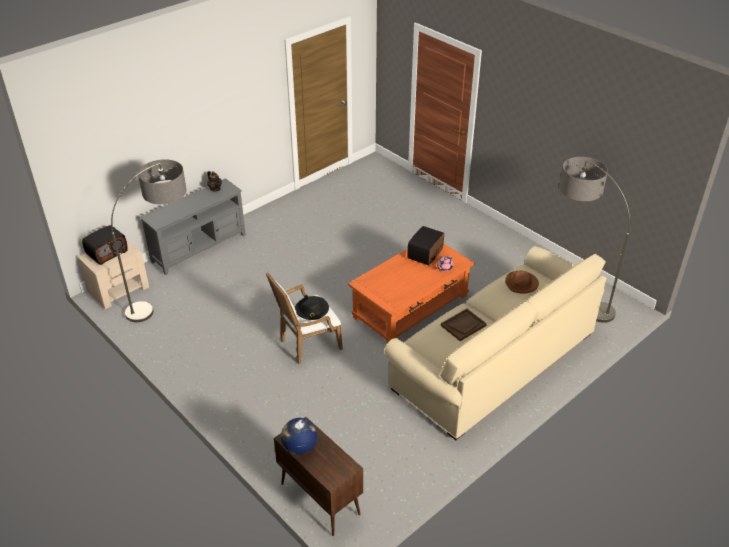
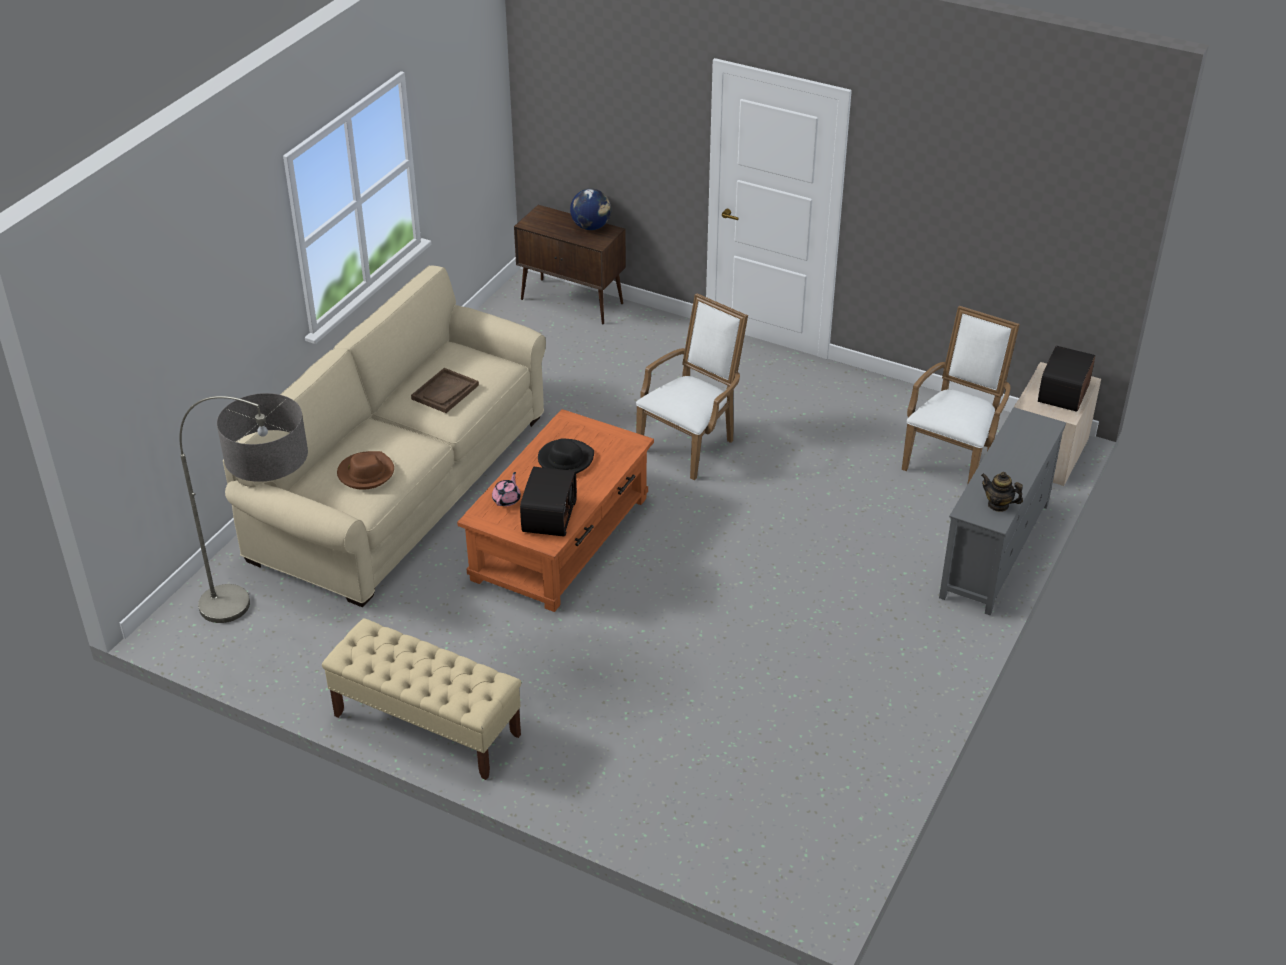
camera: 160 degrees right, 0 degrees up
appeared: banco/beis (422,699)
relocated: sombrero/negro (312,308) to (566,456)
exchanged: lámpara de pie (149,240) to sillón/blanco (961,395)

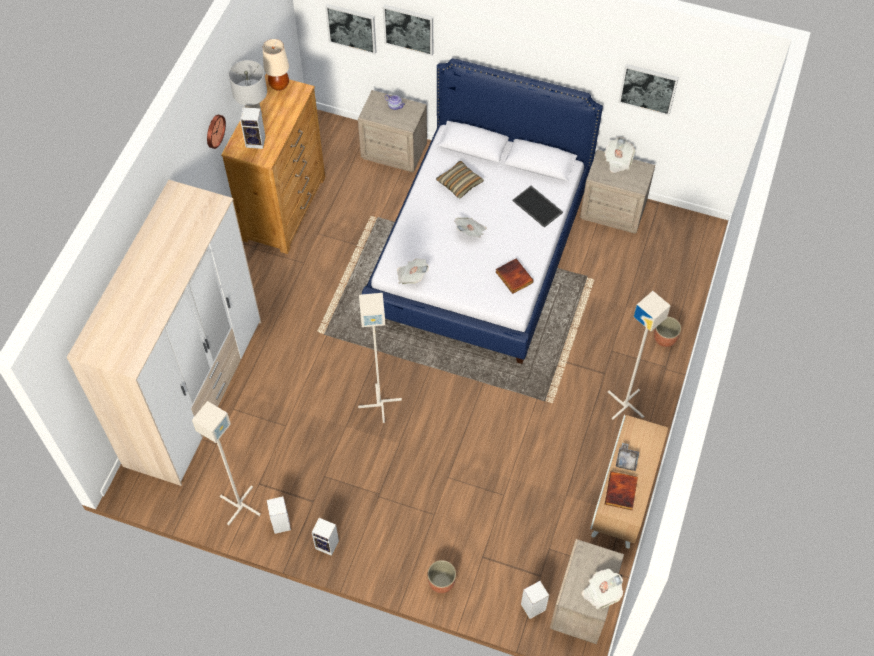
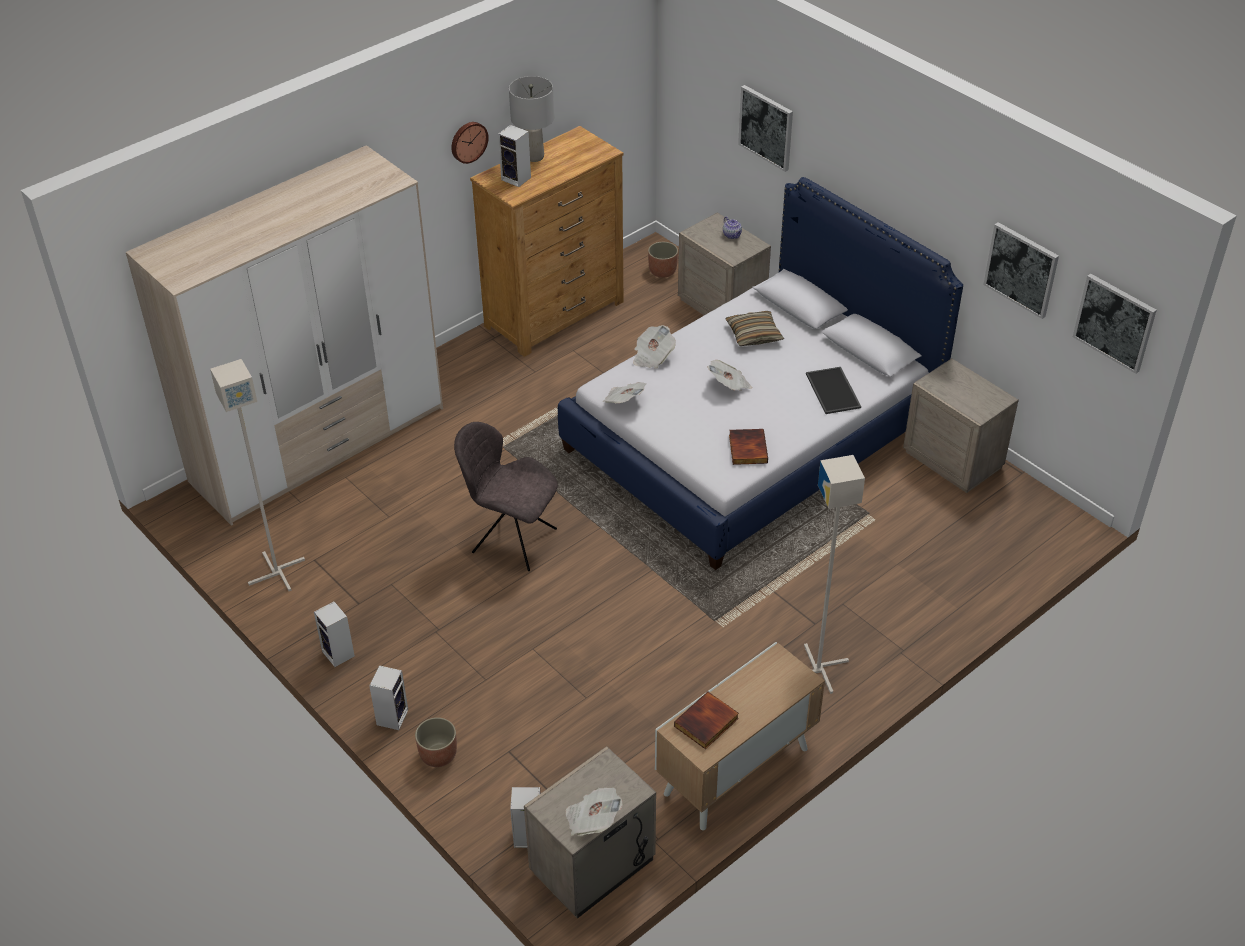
camera: 30 degrees right, 15 degrees down
missing: lámpara de mesa/beis (276,65); bandeja/gris (627,457)
relocated: altavoz (279,515) to (388,697); cuadro (350,29) to (1115,324); periódico (619,155) to (654,347); maceta (667,332) to (663,260)
exchanged: lámpara de pie/gris (380,358) to silla/gris (506,496)

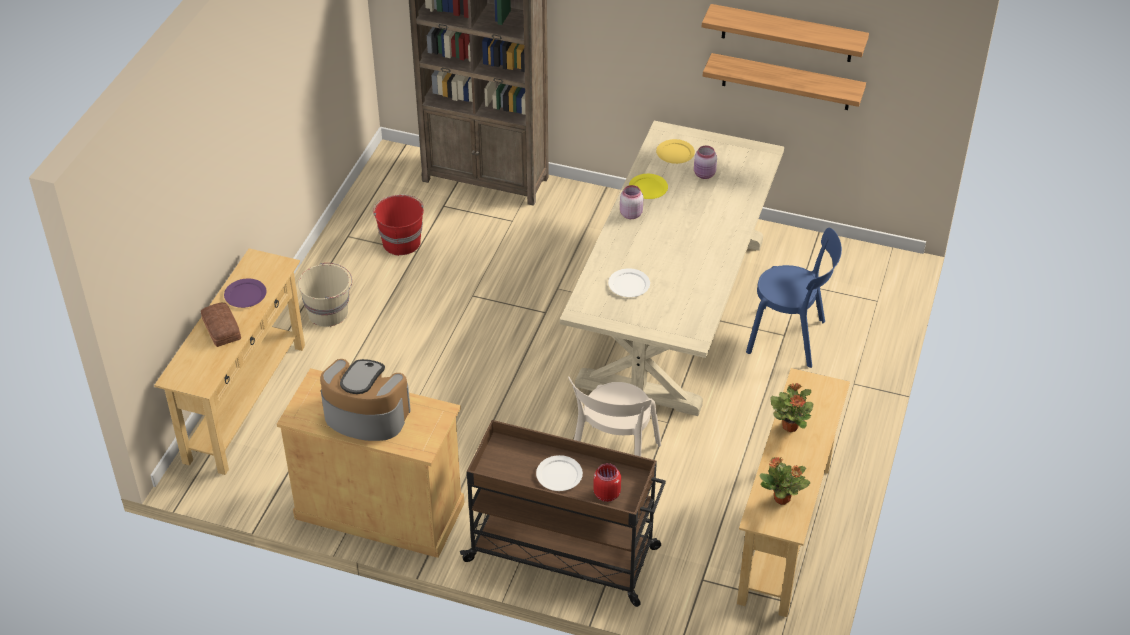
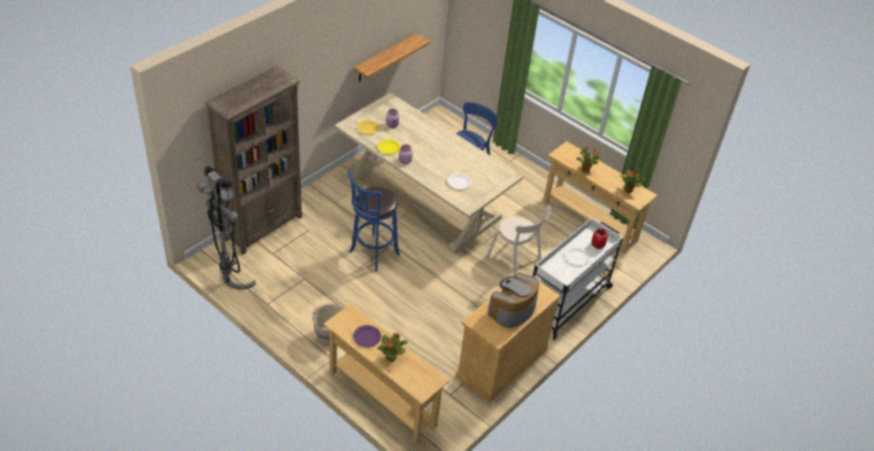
camera: 70 degrees left, 0 degrees up
missing: cubo/rojo (398,225); estante (785,33)
appeared: lámpara de pie/gris (226,227); taburete/azul (374,221)
exchanged: pan (221,325) to planta en maceta (392,347)
colour: carrito/marrón (563,513) to carrito/blanco (578,279)

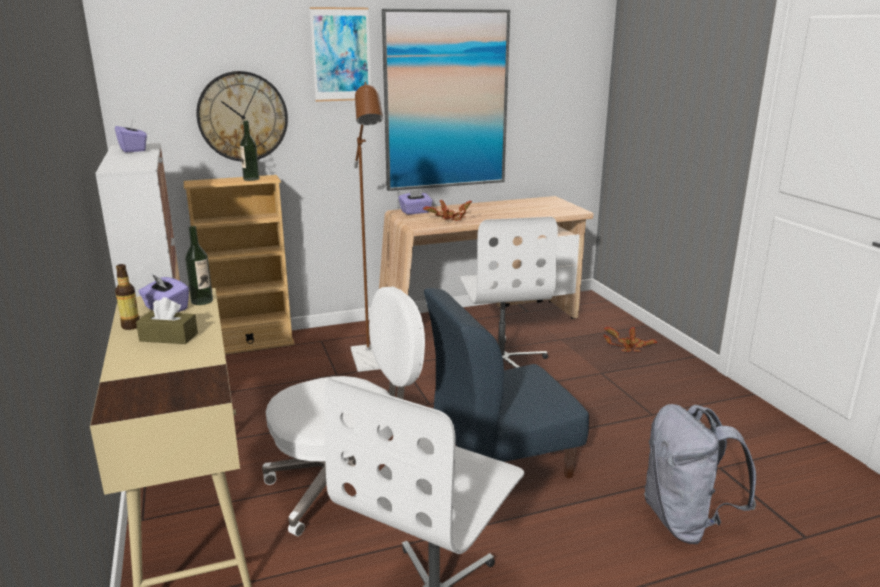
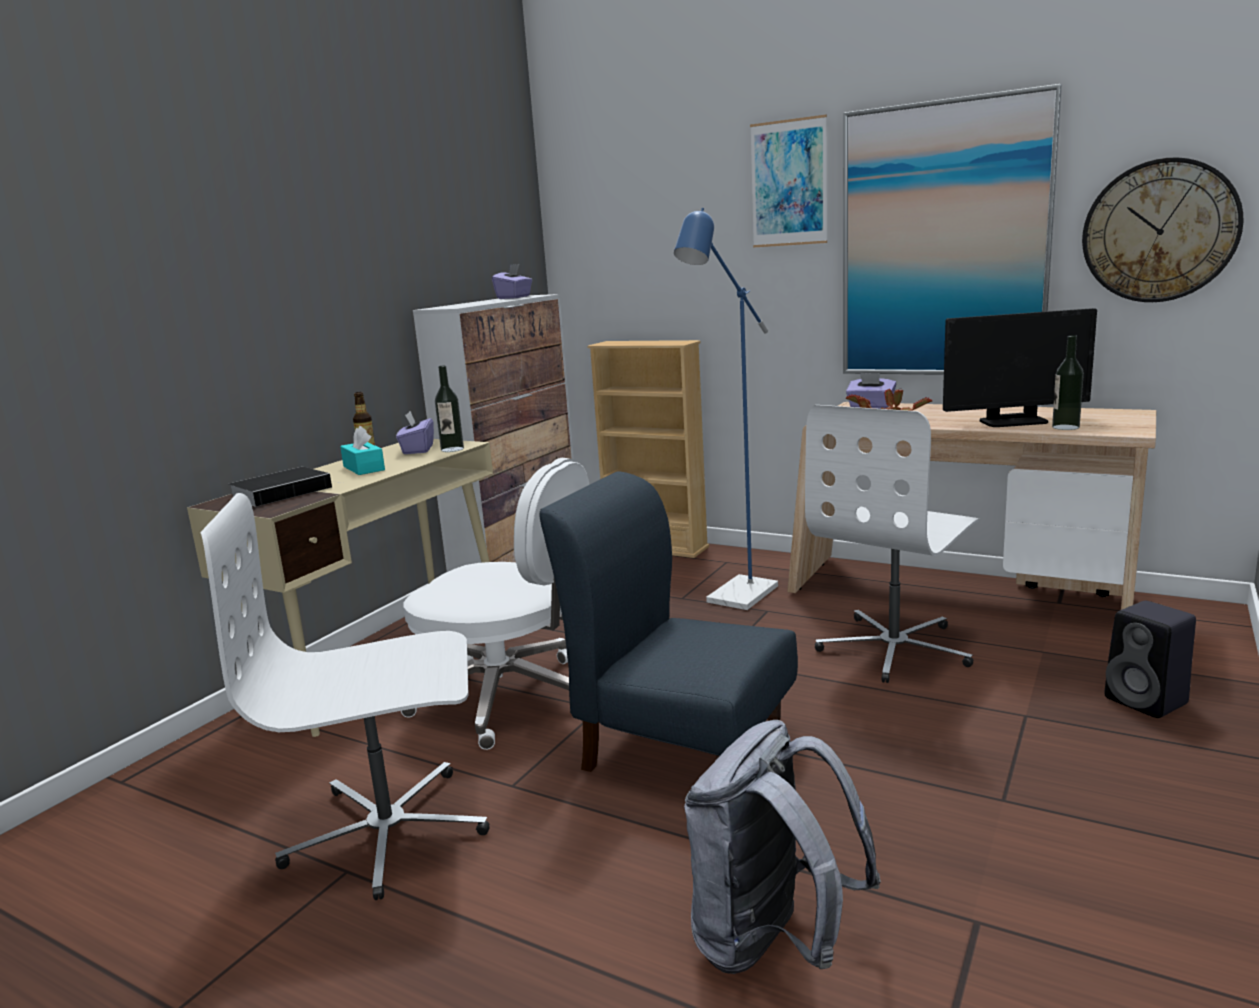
camera: 50 degrees right, 5 degrees down
appeared: libro (285,487); monitor (1020,367)
relocated: reloj de pared (242,116) to (1162,229); botella (249,151) to (1068,382)
exchanged: planta en maceta (630,339) to altavoz/negro (1150,659)
colour: caja de pañuelos/marrón (167,320) to caja de pañuelos/turquesa (362,450); lámpara de pie/marrón (367,227) to lámpara de pie/azul (726,409)

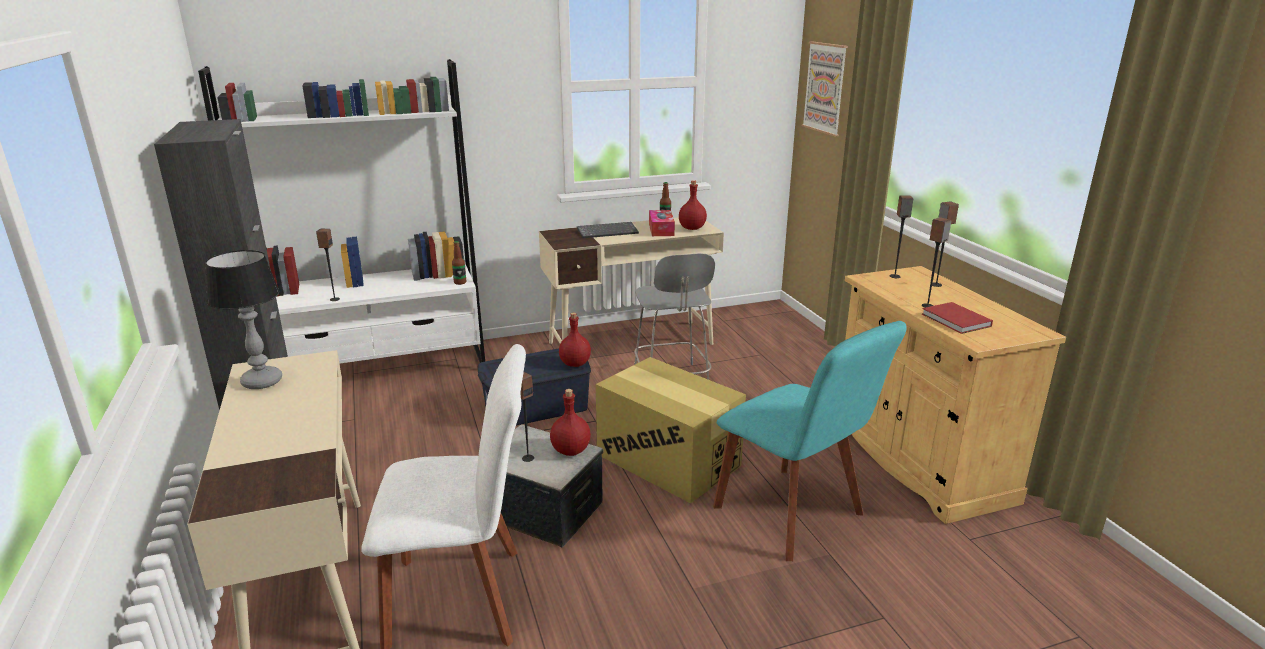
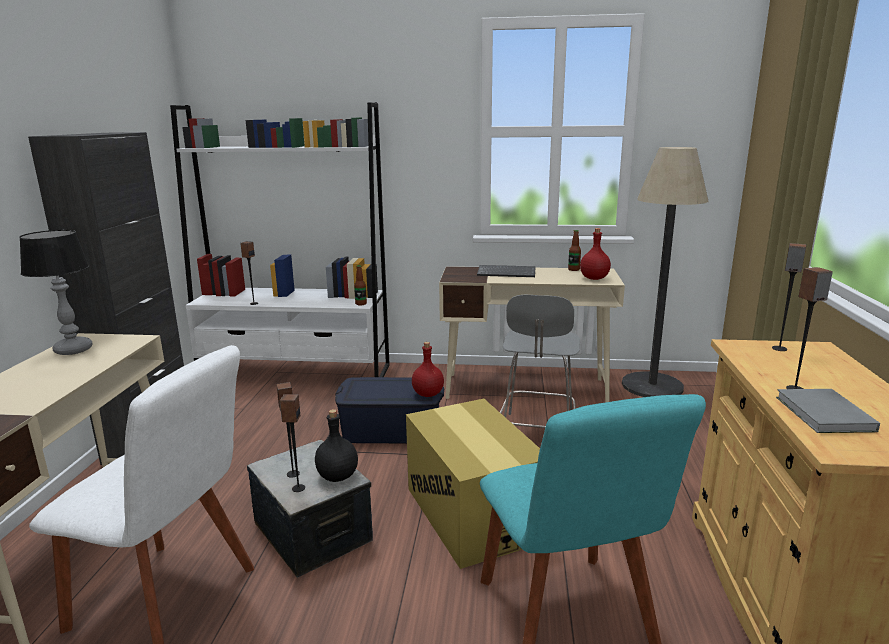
camera: 25 degrees right, 5 degrees down
missing: caja de pañuelos (662,223); cuadro (825,88)
appeared: lámpara de pie (665,272)
relocated: altavoz (945,244) to (292,443)
colour: botella/rojo (570,422) to botella/negro (336,445); libro/rojo (957,318) to libro/gris (828,411)

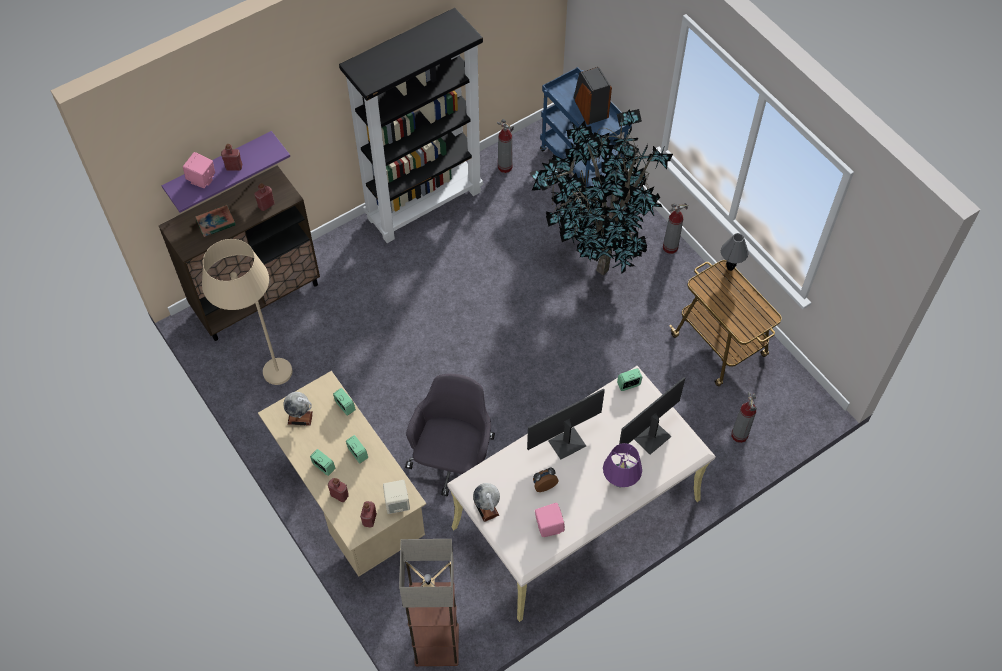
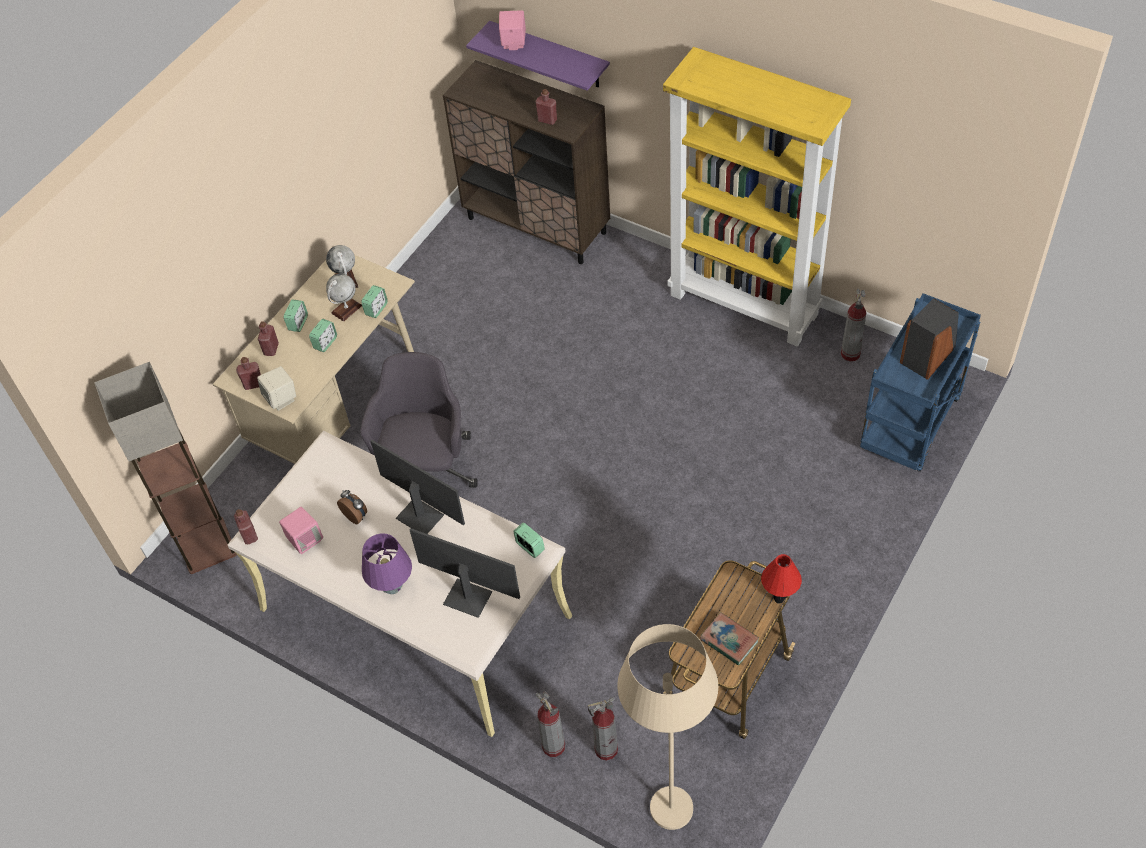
camera: 70 degrees right, 5 degrees down
missing: planta en maceta (601,192)
relocated: libro (215,221) to (729,638); lámpara de pie/beis (247,312) to (667,727); botella/rojo (231,157) to (246,526); globo terráqueo (486,502) to (344,298); extintor (675,228) to (550,724)
colour: estantería/negro (411,125) to estantería/amarillo (757,197); lámpara de mesa/gris (735,252) to lámpara de mesa/rojo (781,579)
spun: silla de oficina/gris (450,435) = (419,420) 75 degrees counterclockwise

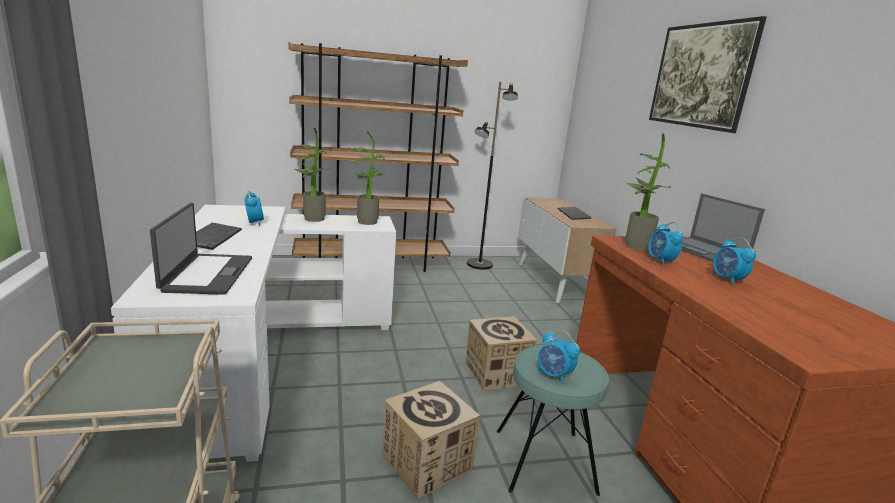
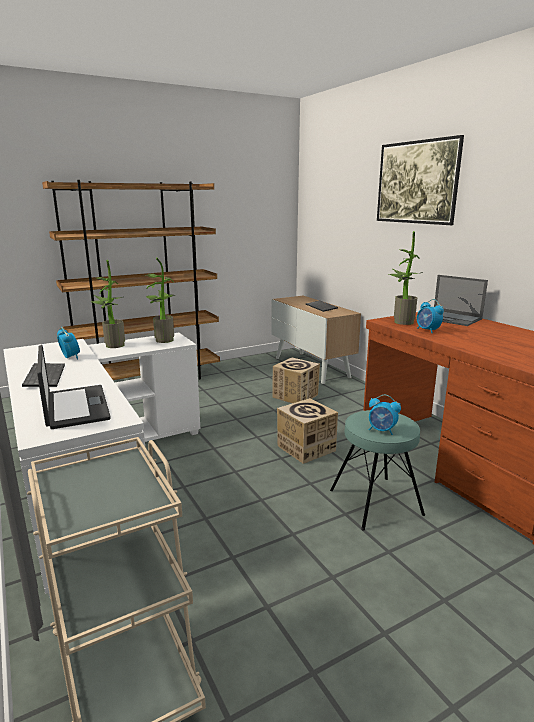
camera: 15 degrees left, 0 degrees up
missing: lámpara de pie/negro (492,176); despertador (734,261)
relocated: caja de cartón (431,440) to (296,380)

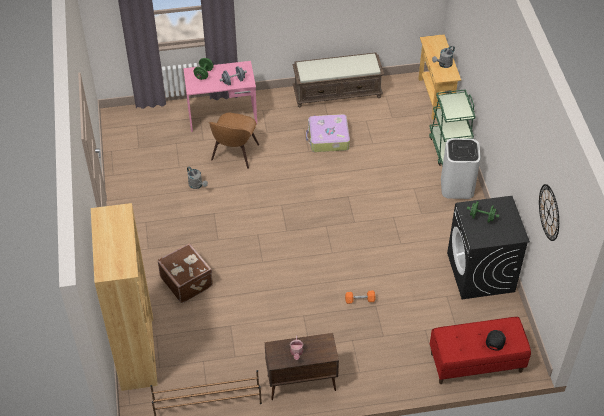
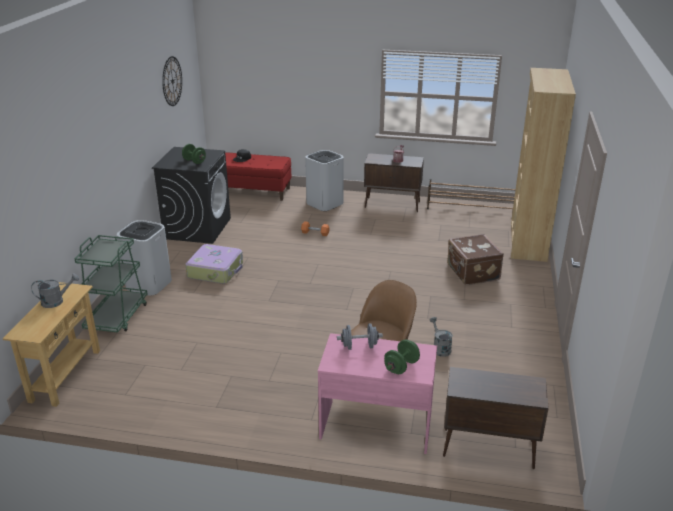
camera: 160 degrees left, 20 degrees down
missing: banco/marrón (338,80)
appeared: papelera/blanco (324,180); armario/marrón (496,418)
relocated: maleta (328,133) to (214,264)

